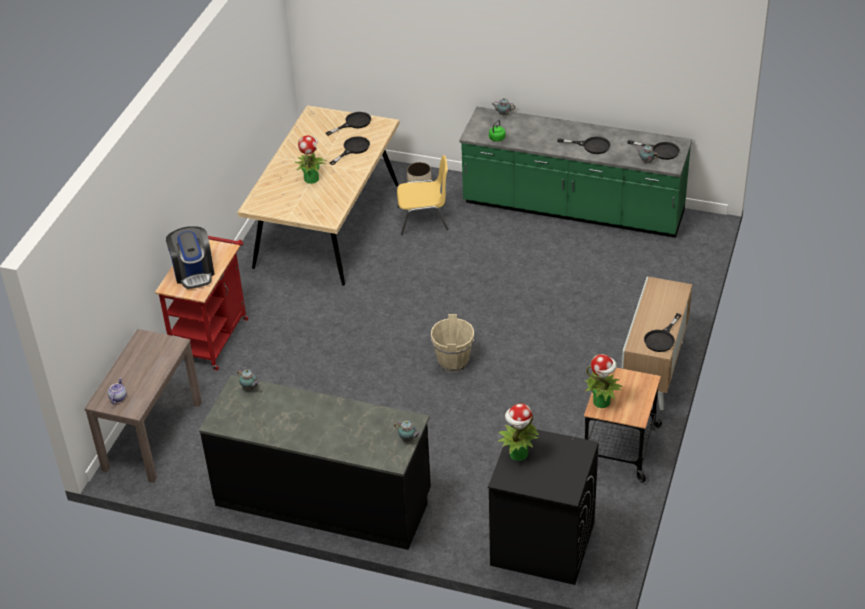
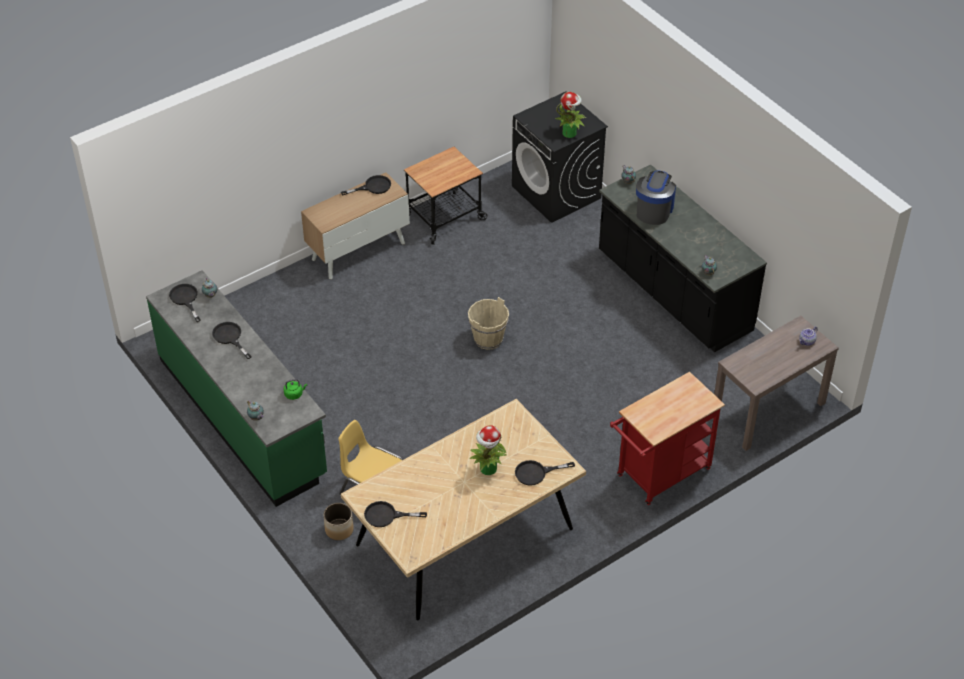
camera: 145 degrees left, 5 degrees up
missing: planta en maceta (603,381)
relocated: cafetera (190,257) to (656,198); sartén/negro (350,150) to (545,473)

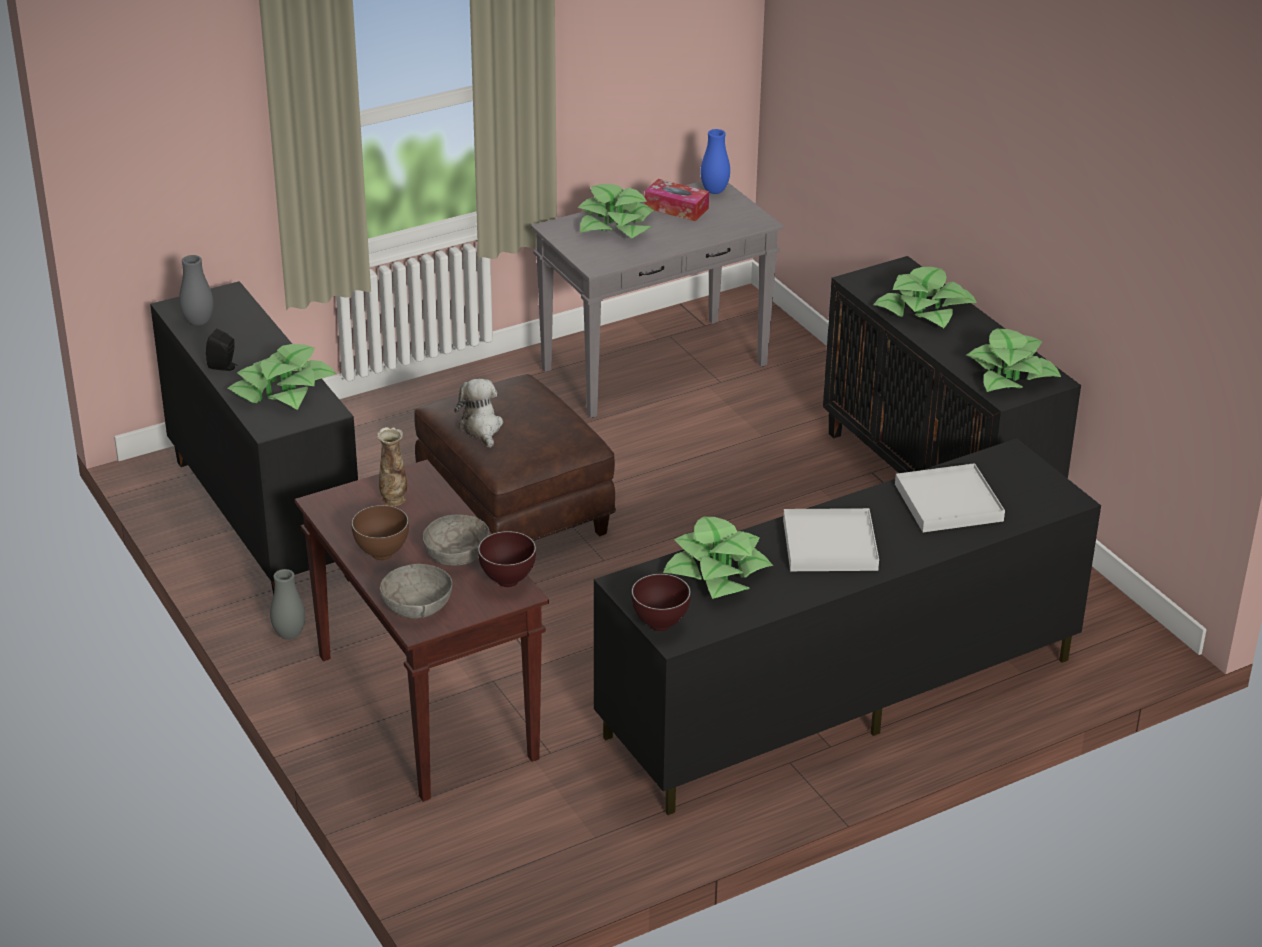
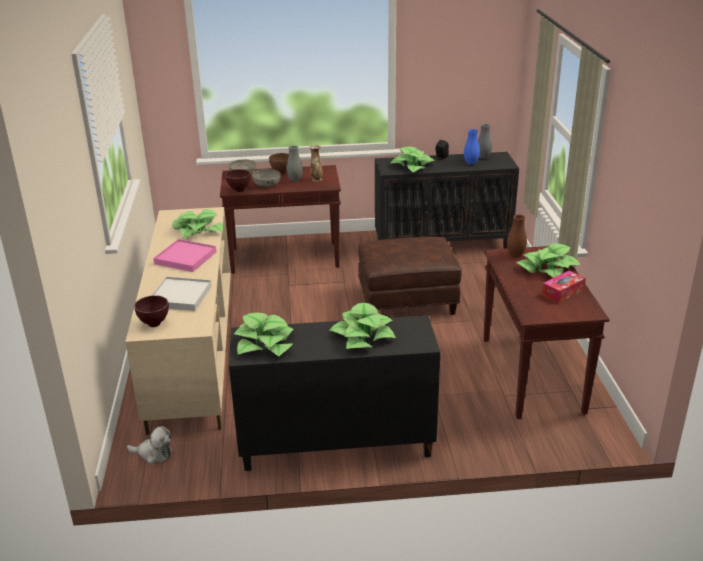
camera: 115 degrees right, 5 degrees down
appeared: florero/marrón (517,235)
relocated: florero/gris (287,604) to (295,163); peluche (478,413) to (150,445); cuenco/marrón (661,602) to (151,311); florero/azul (715,161) to (472,147)
colour: mesa consola/gris (657,299) to mesa consola/marrón (546,332); mueble de televisión/negro (847,626) to mueble de televisión/beis (178,321); bandeja/blanco (831,539) to bandeja/rosa (185,255)

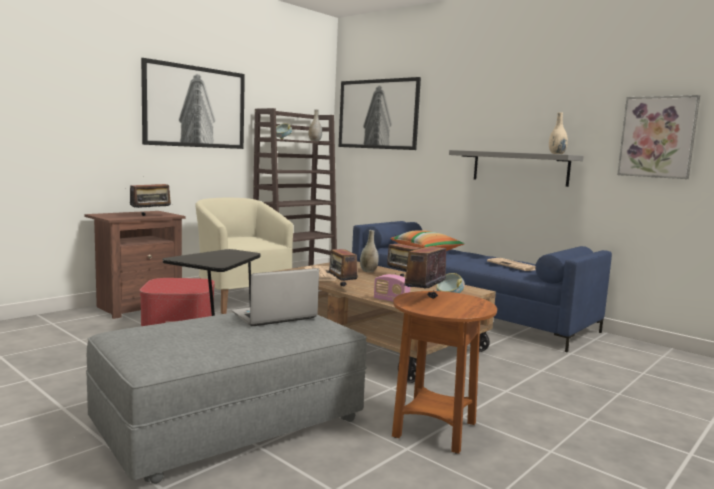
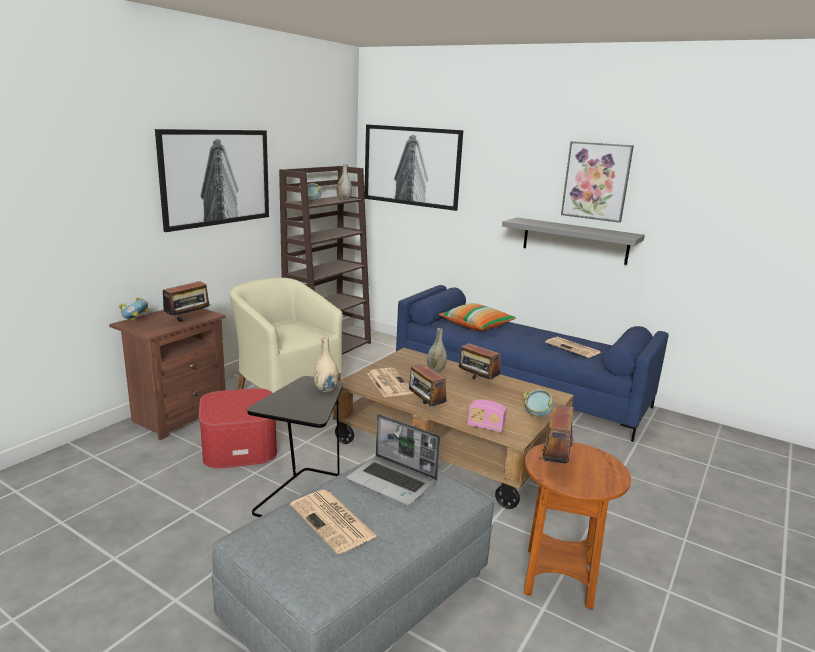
camera: 10 degrees left, 10 degrees up
appeared: cuenco (134,309); periódico (334,522)
relocated: florero/beis (558,133) to (326,364); cuadro (658,137) to (597,182)
spun: portátil (275,297) = (393,460) 105 degrees counterclockwise

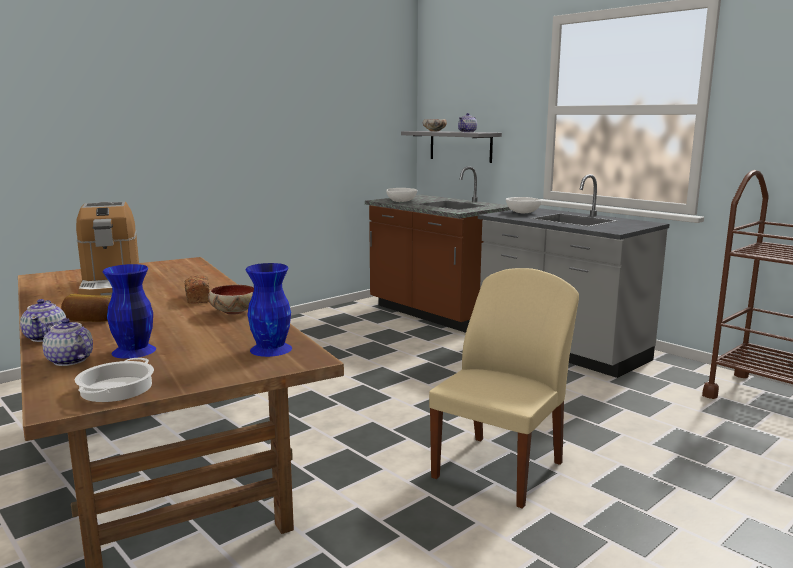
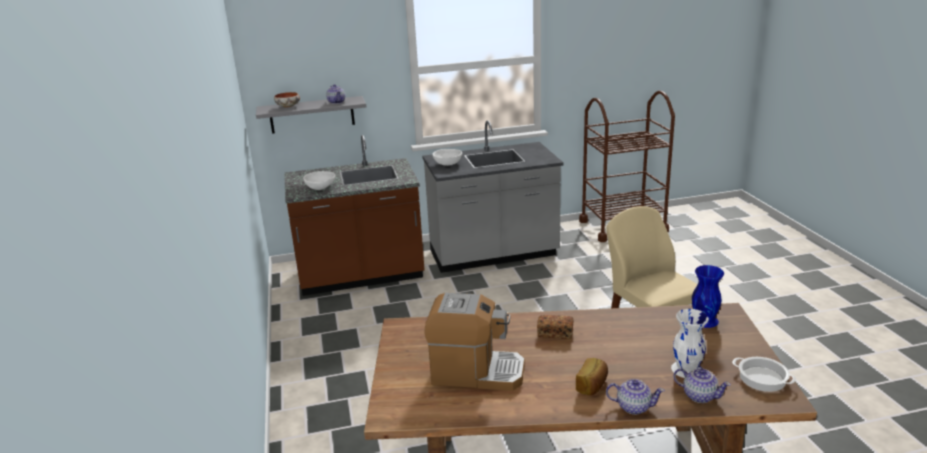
camera: 60 degrees left, 10 degrees up
missing: cuenco (231,300)
colour: florero/azul (129,311) to florero/blanco (690,343)
spun: tetera (68,342) = (702,385) 120 degrees counterclockwise

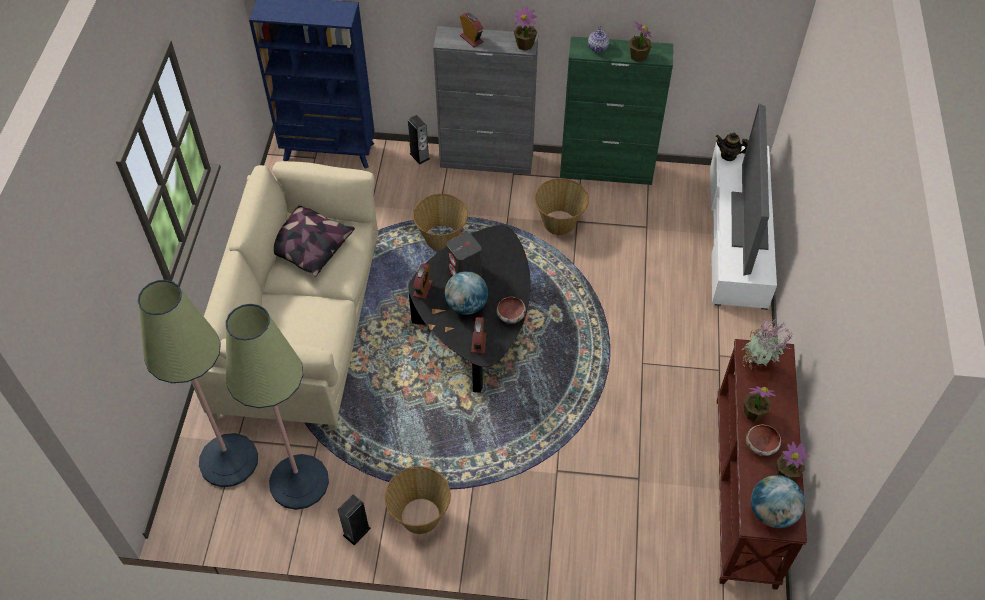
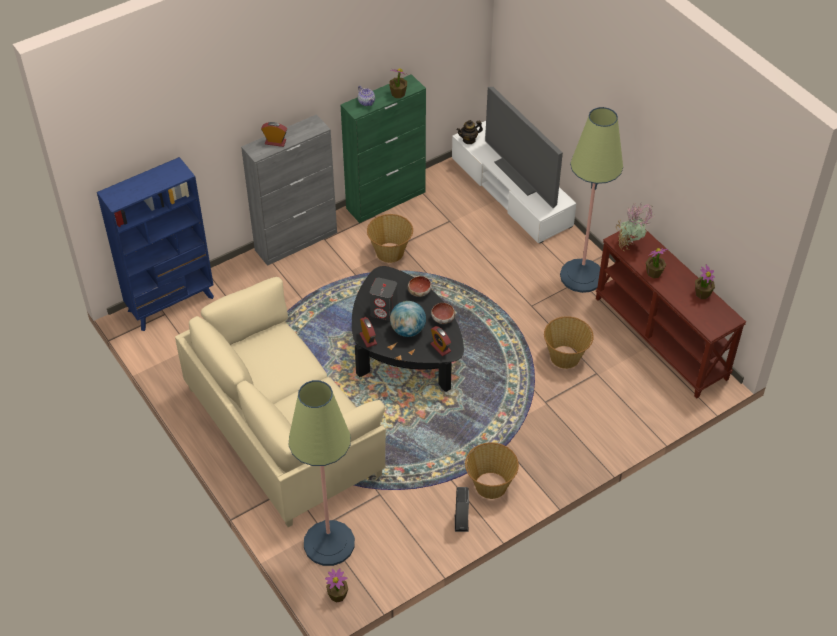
camera: 40 degrees left, 5 degrees down
missing: cojín (314,241); altavoz (419,140); globo terráqueo (778,501)
relocated: lámpara de pie (277,407) to (591,200); cesta (440,222) to (569,342); planta en maceta (525,28) to (336,585); cuenco (763,440) to (420,286)

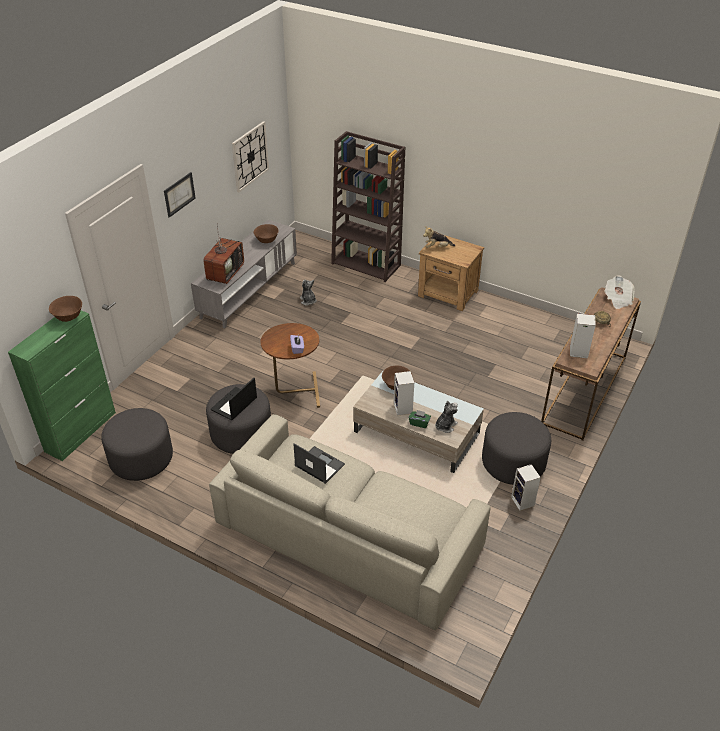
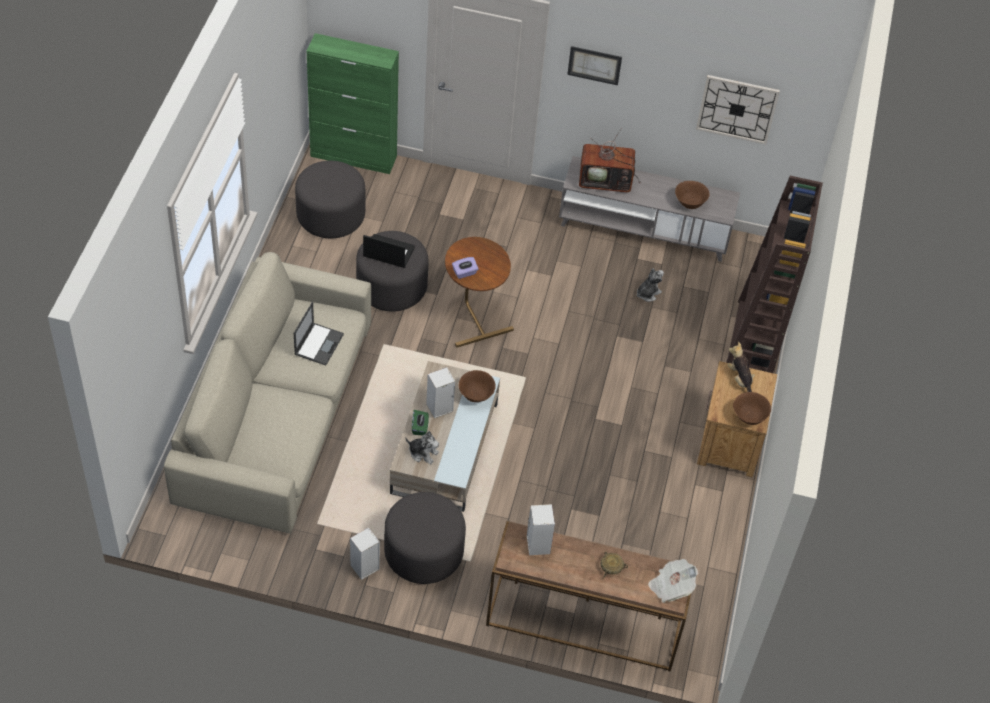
camera: 70 degrees right, 10 degrees up
relocated: cuenco/marrón (65,309) to (752,408)

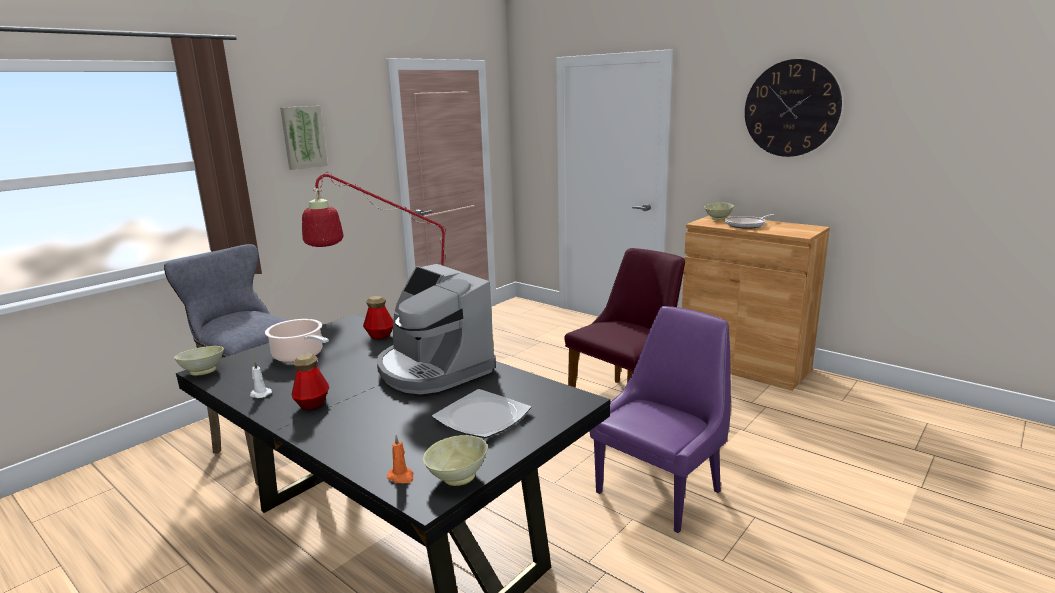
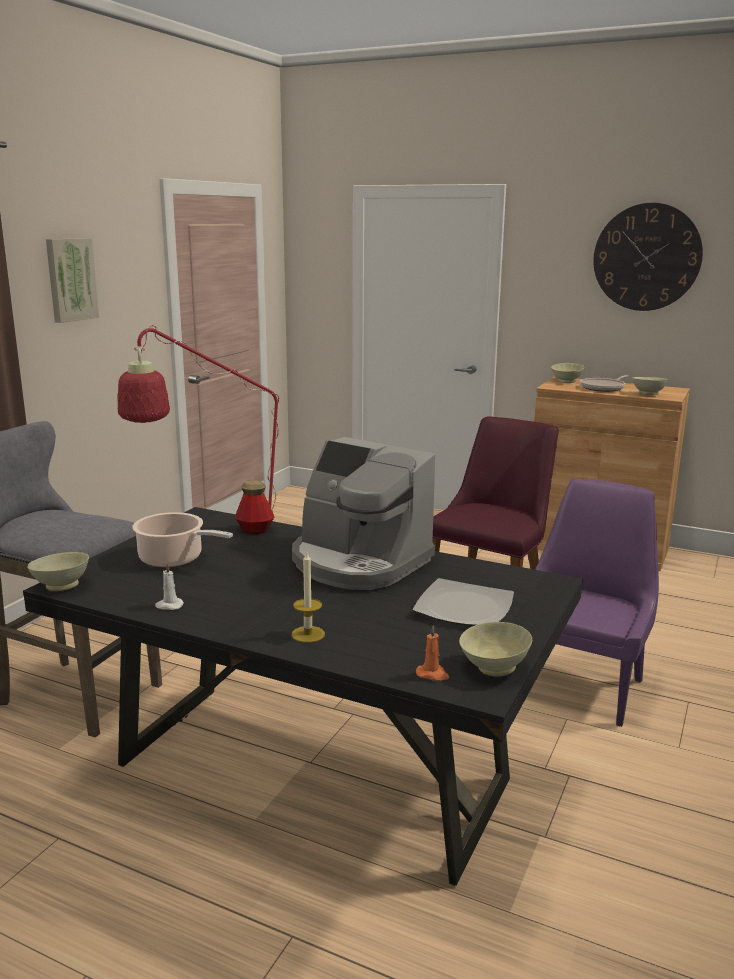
camera: 15 degrees left, 0 degrees up
missing: botella (310,381)
appeared: vela (308,597); cuenco/beis (650,386)

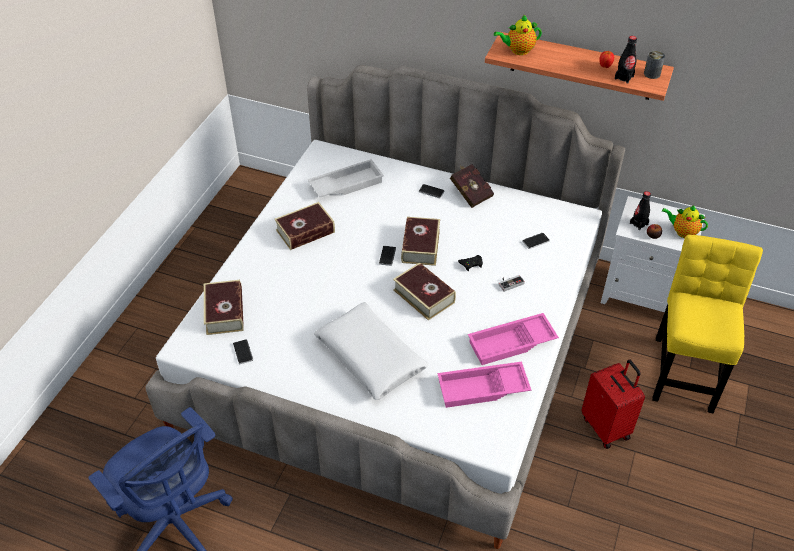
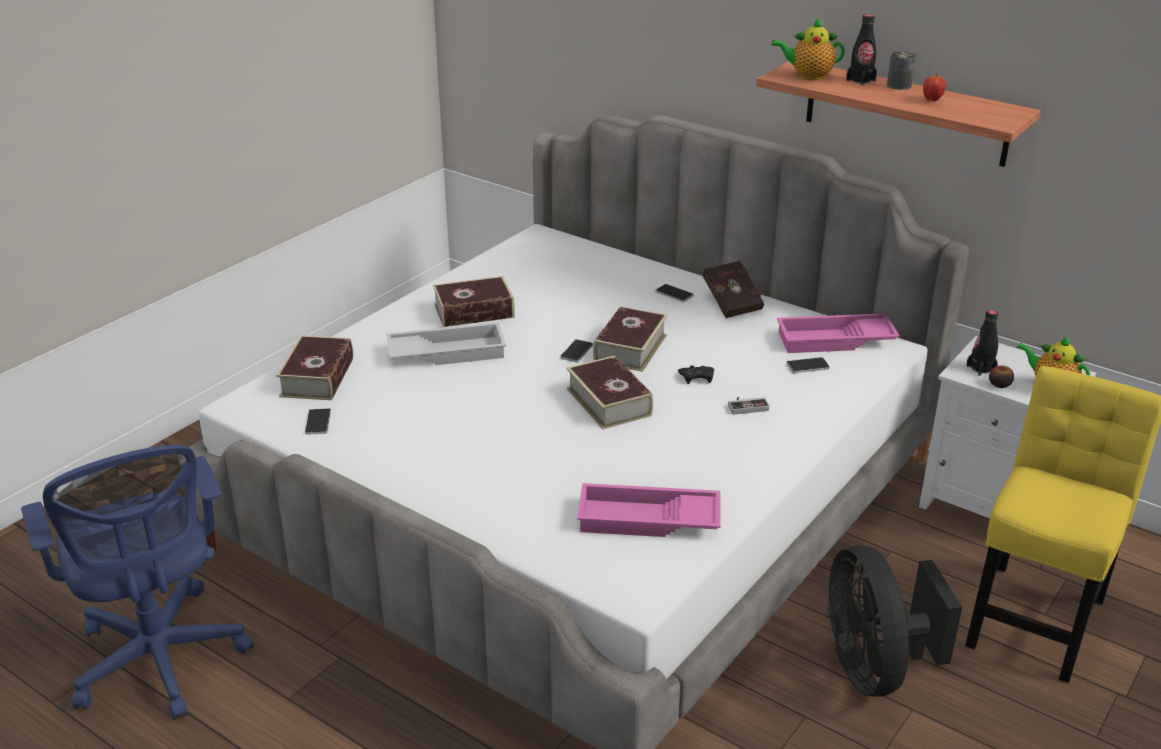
camera: 15 degrees right, 15 degrees down
missing: cojín/blanco (371,351)
relocated: bandeja/blanco (346,178) to (446,343); bandeja/rosa (513,339) to (838,333); botella/negro (626,60) to (861,49); lata (654,65) to (901,70)
exchanged: maleta/rojo (613,404) to ventilador/negro (894,620)

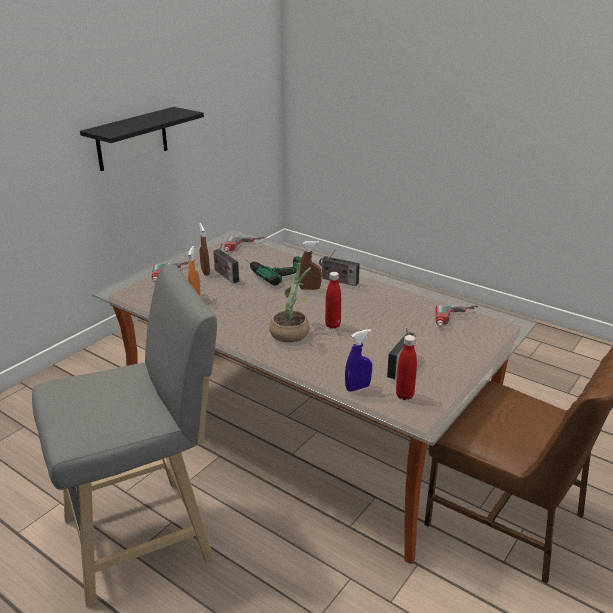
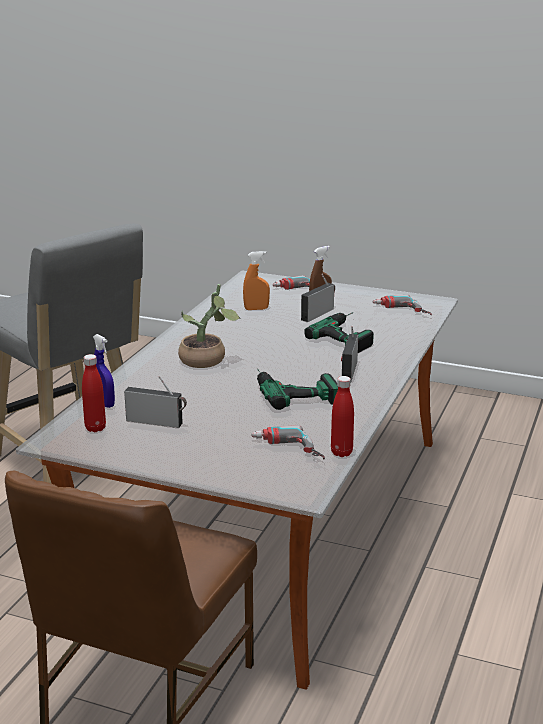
camera: 75 degrees right, 5 degrees down
missing: estante/negro (142,139); pulverizador/marrón (310,265)
appeared: taladro (297,389)
relocated: botella/rojo (333,300) to (342,416)

